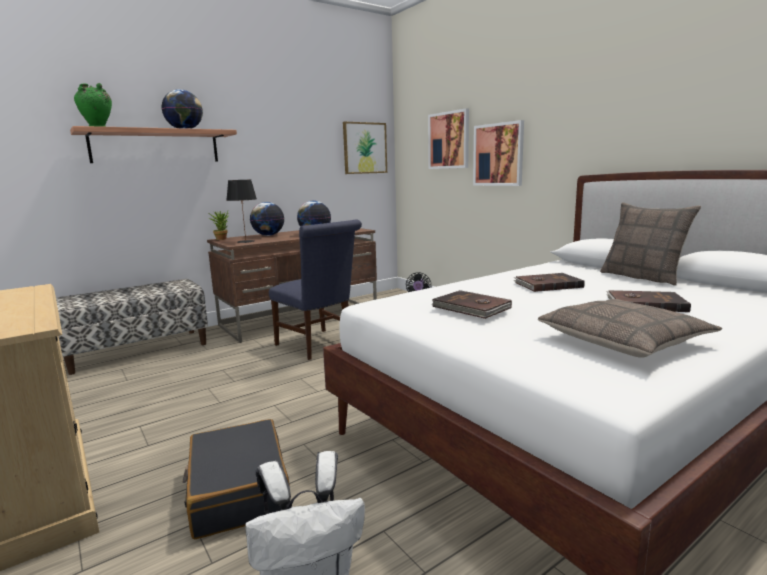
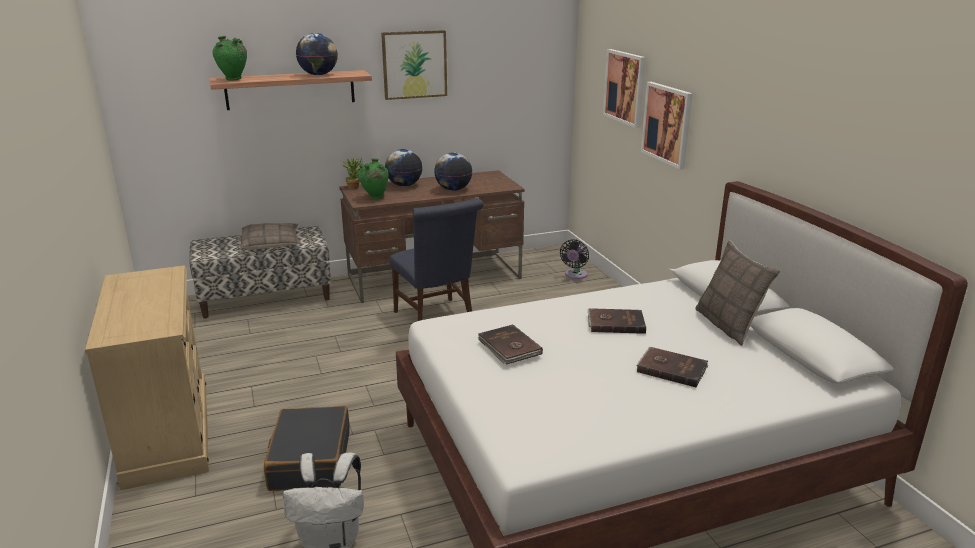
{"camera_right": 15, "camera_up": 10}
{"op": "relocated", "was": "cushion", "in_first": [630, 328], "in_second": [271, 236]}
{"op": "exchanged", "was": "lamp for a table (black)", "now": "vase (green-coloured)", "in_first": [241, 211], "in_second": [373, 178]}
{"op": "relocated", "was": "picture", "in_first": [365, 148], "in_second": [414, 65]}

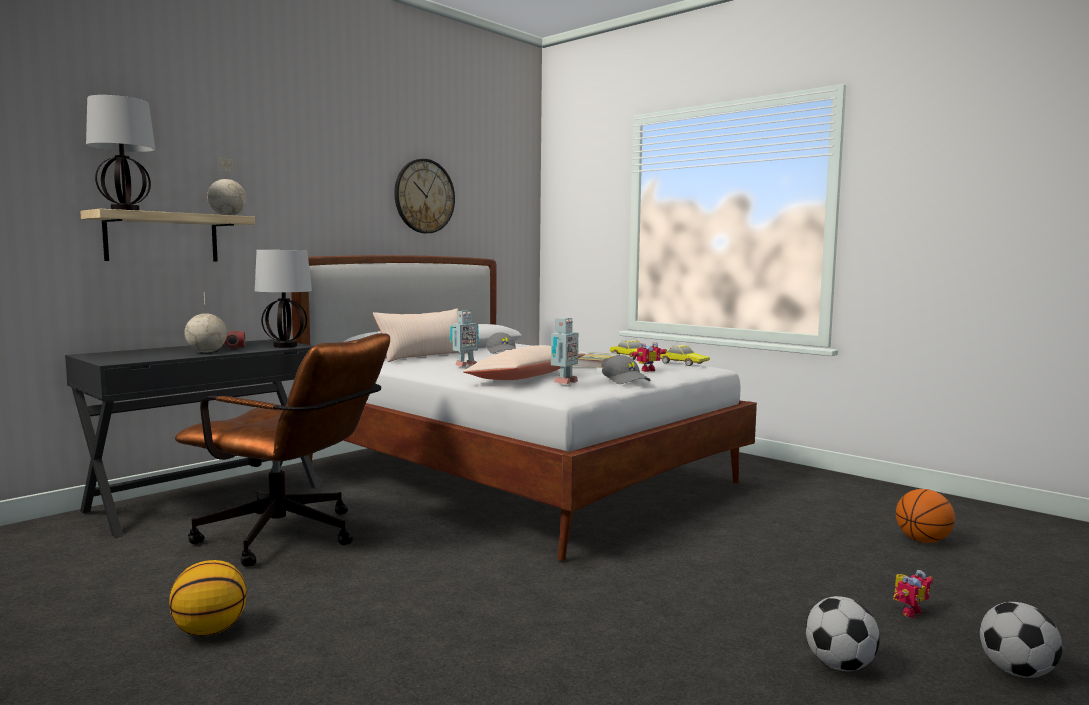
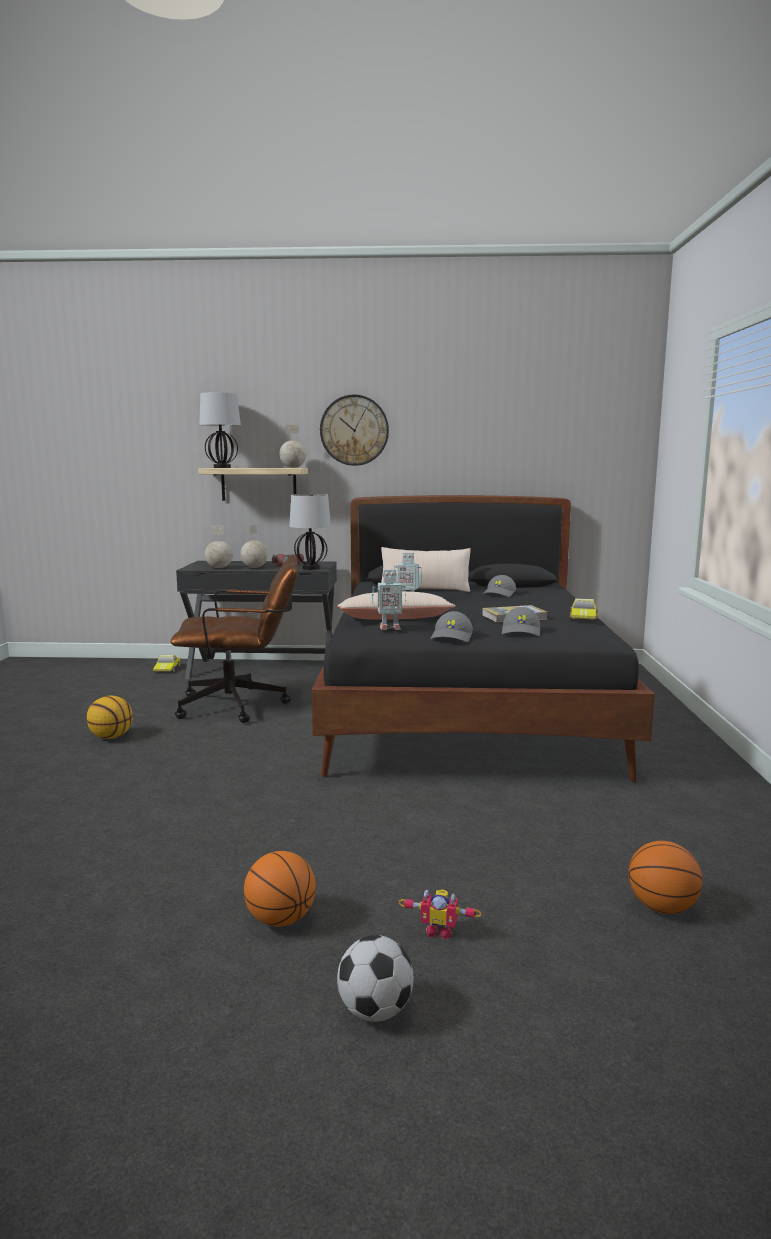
{"camera_right": 50, "camera_up": 5}
{"op": "relocated", "was": "toy car", "in_first": [685, 355], "in_second": [167, 663]}
{"op": "spun", "was": "office chair (brown)", "in_first": [282, 450], "in_second": [234, 639], "clockwise": -75}
{"op": "appeared", "now": "desk globe", "in_second": [219, 546]}
{"op": "exchanged", "was": "ball for football", "now": "basketball ball", "in_first": [843, 633], "in_second": [280, 889]}
{"op": "colour", "was": "bed (white-coloured)", "now": "bed (black)", "in_first": [524, 408], "in_second": [483, 638]}
{"op": "relocated", "was": "wall clock", "in_first": [424, 196], "in_second": [354, 430]}
{"op": "exchanged", "was": "robot figure", "now": "baseball cap (grey)", "in_first": [648, 357], "in_second": [521, 621]}

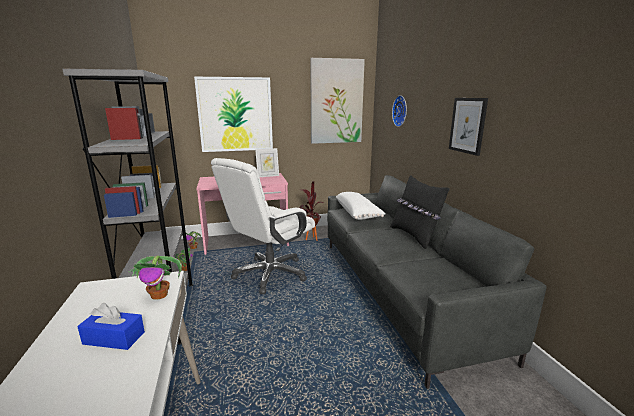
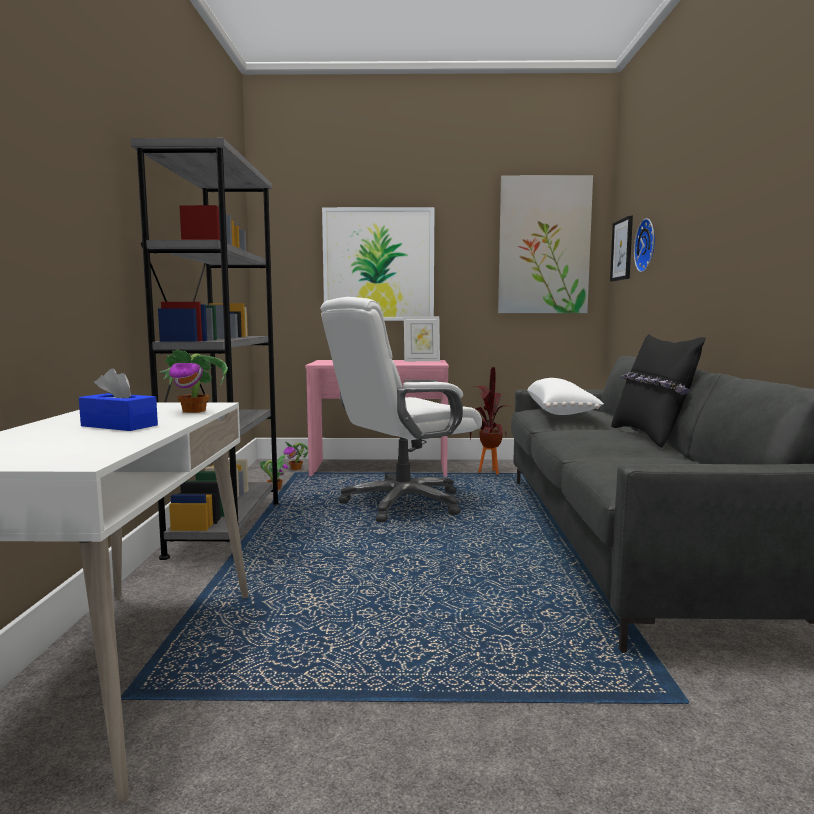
{"camera_right": 15, "camera_up": -10}
{"op": "relocated", "was": "picture", "in_first": [468, 127], "in_second": [621, 248]}

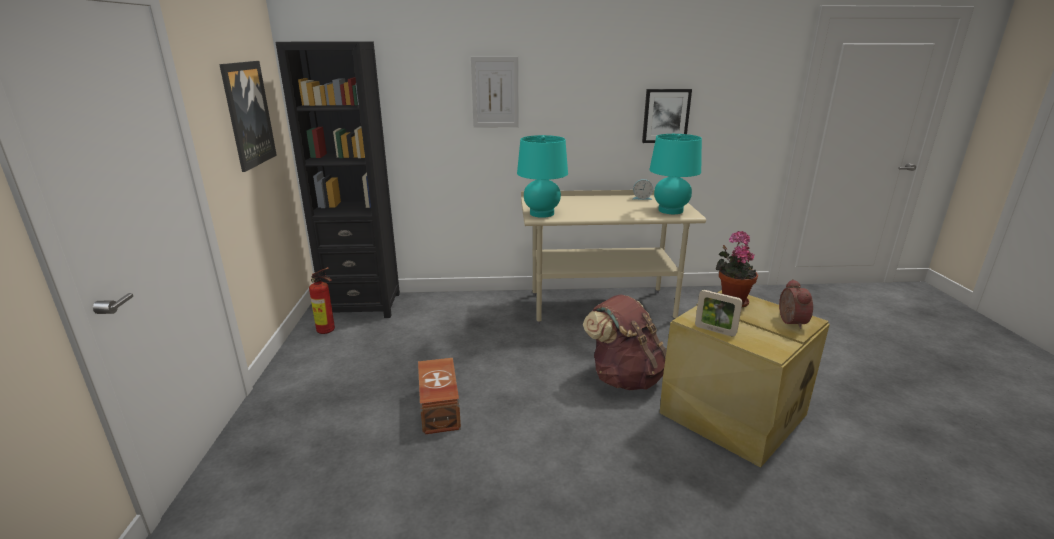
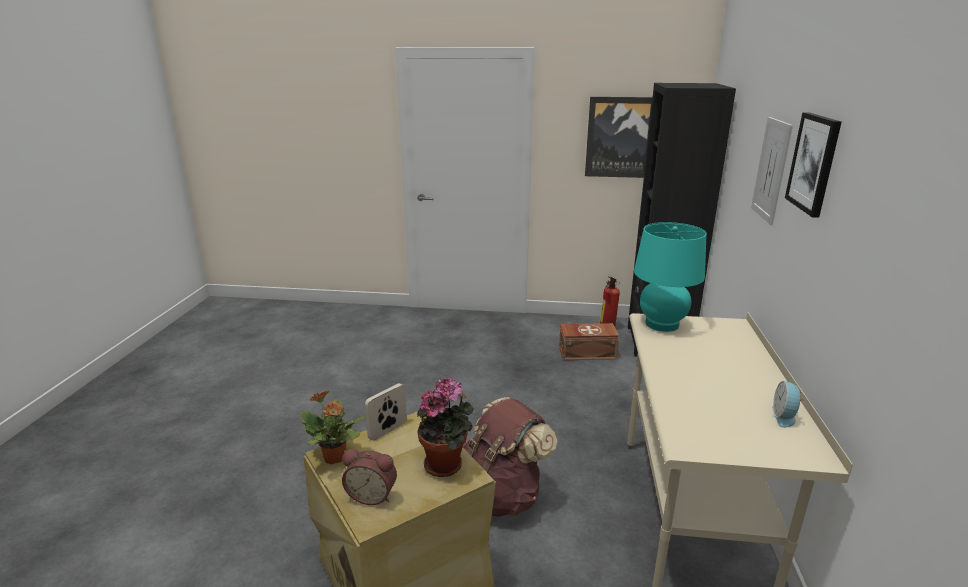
{"camera_right": 100, "camera_up": 0}
{"op": "appeared", "now": "houseplant", "in_second": [332, 427]}
{"op": "relocated", "was": "storage container (brown)", "in_first": [439, 396], "in_second": [589, 341]}
{"op": "relocated", "was": "picture", "in_first": [667, 116], "in_second": [813, 165]}
{"op": "missing", "was": "lamp for a table (blue-green)", "in_first": [675, 174]}

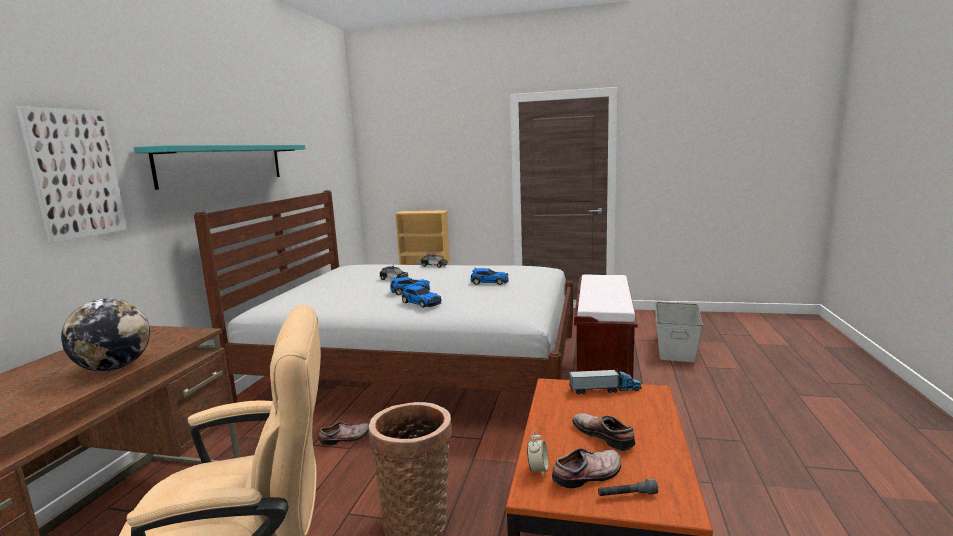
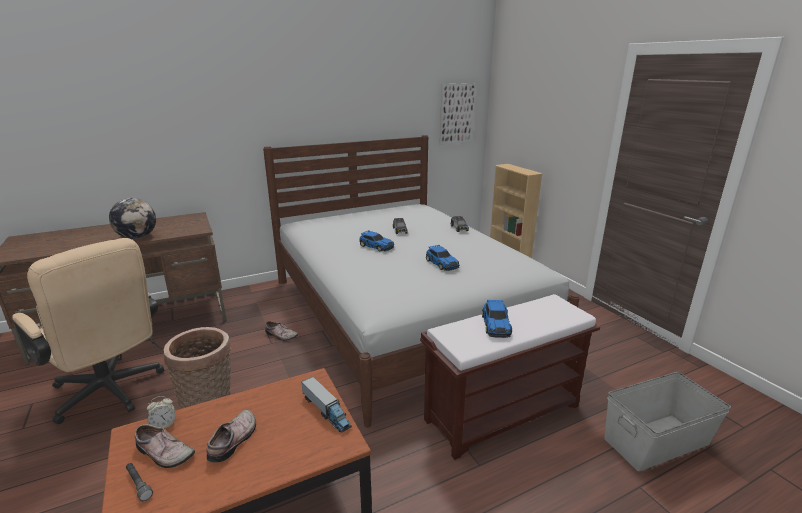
{"camera_right": 50, "camera_up": 10}
{"op": "relocated", "was": "picture", "in_first": [71, 174], "in_second": [458, 114]}
{"op": "relocated", "was": "toy car", "in_first": [422, 296], "in_second": [497, 319]}
{"op": "missing", "was": "wall shelf (blue-green)", "in_first": [219, 167]}

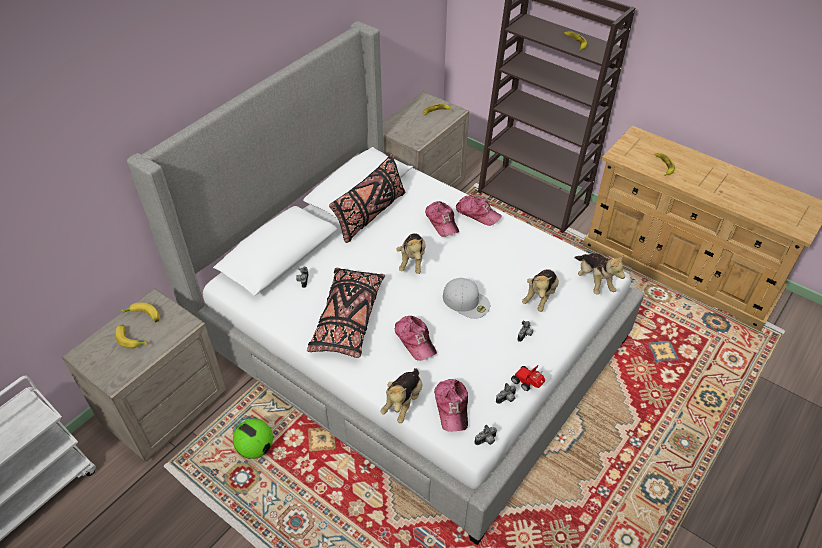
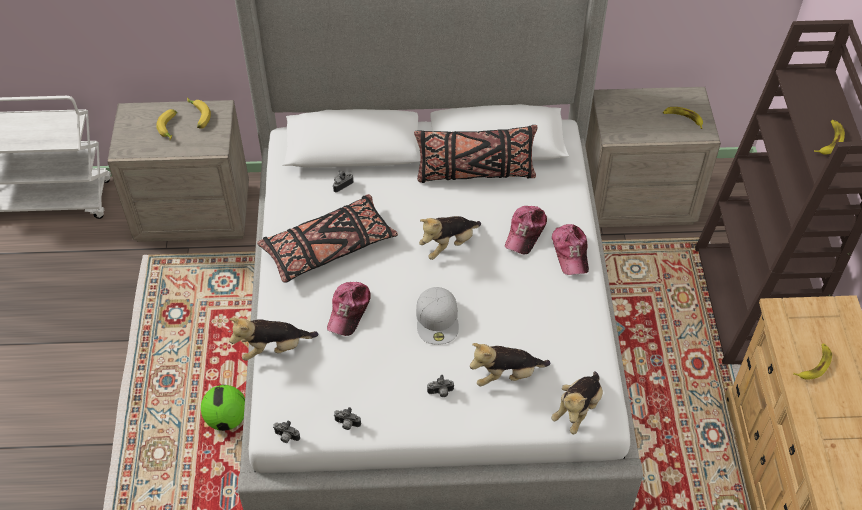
{"camera_right": 50, "camera_up": 5}
{"op": "relocated", "was": "ball for football", "in_first": [253, 439], "in_second": [223, 408]}
{"op": "missing", "was": "baseball cap", "in_first": [451, 405]}
{"op": "missing", "was": "toy car", "in_first": [528, 378]}

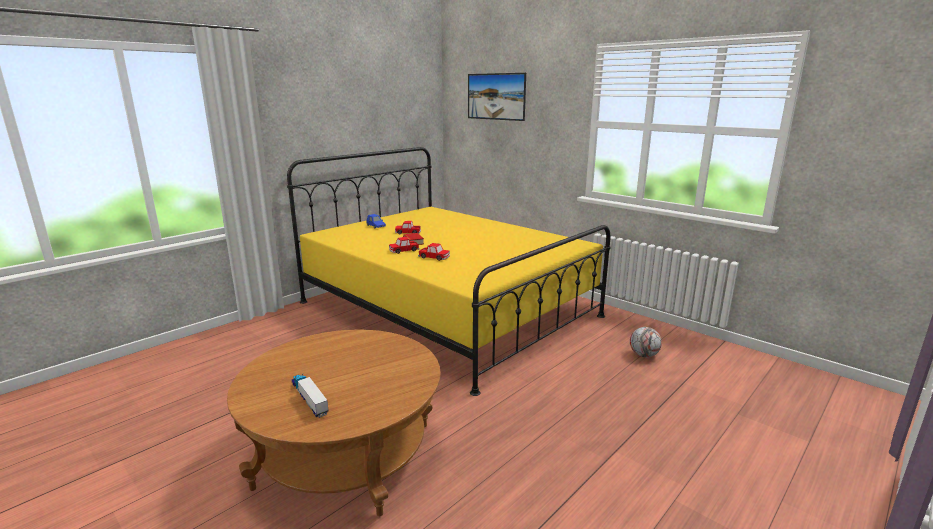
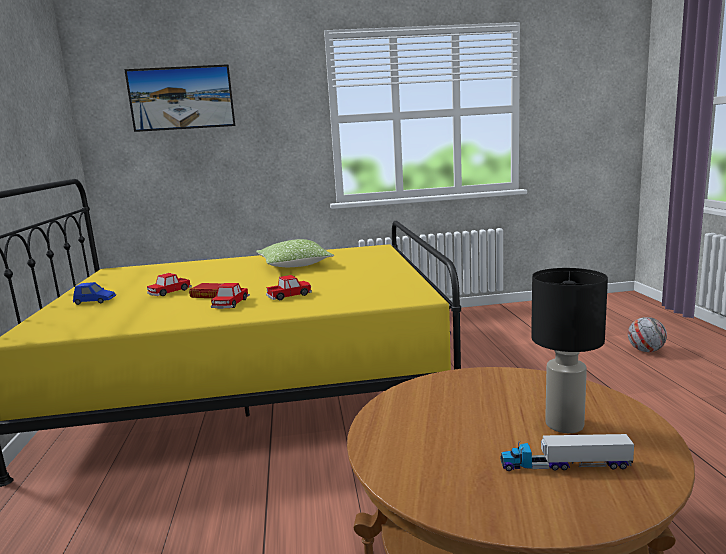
{"camera_right": -50, "camera_up": -5}
{"op": "appeared", "now": "cushion", "in_second": [295, 253]}
{"op": "appeared", "now": "lamp for a table (black)", "in_second": [569, 350]}
{"op": "relocated", "was": "ball for football", "in_first": [646, 342], "in_second": [647, 334]}

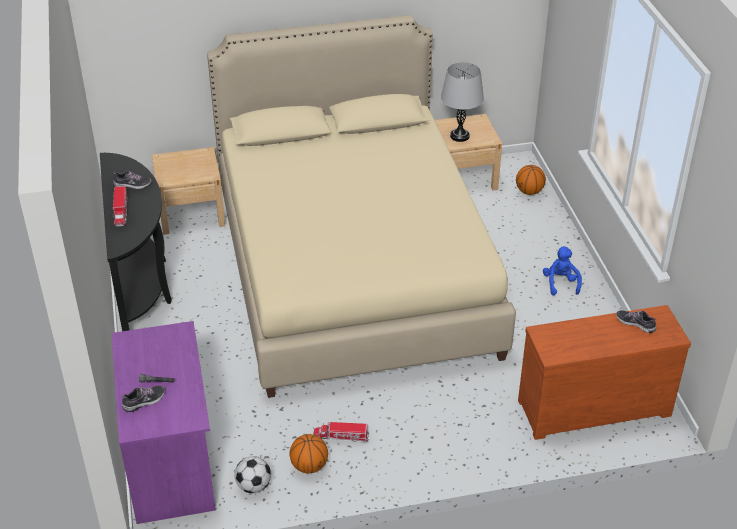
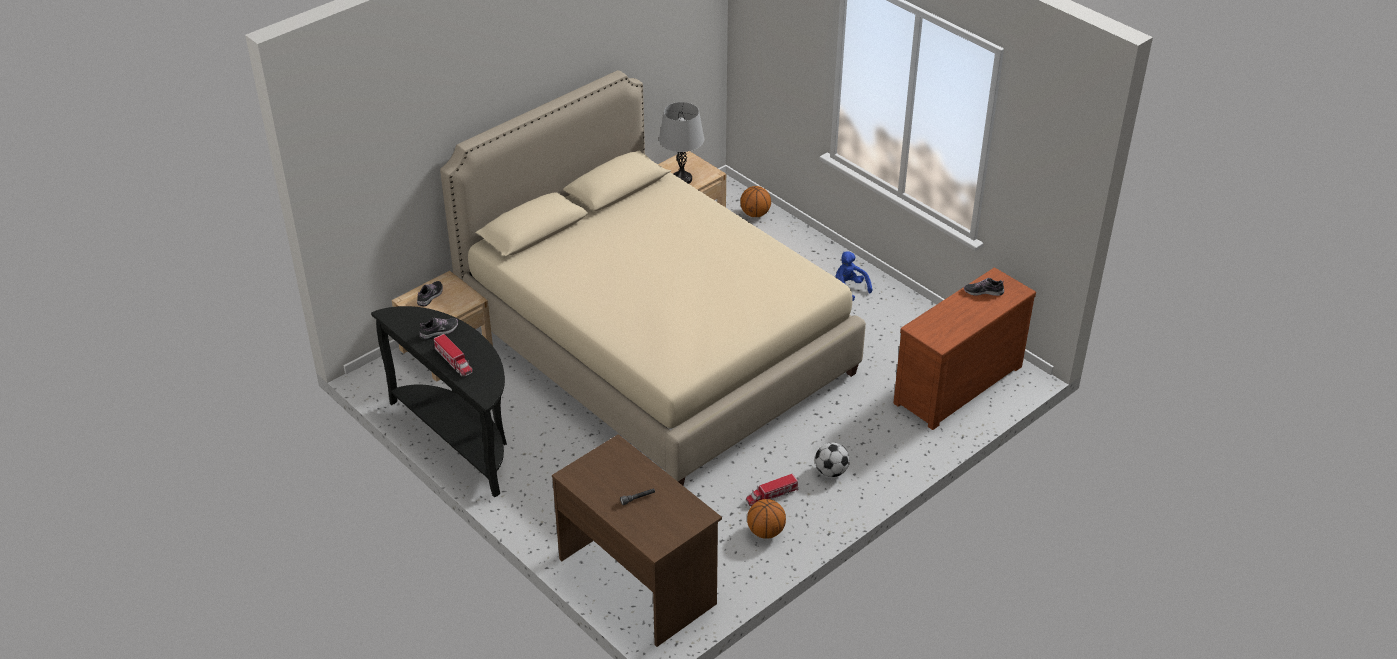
{"camera_right": -30, "camera_up": 0}
{"op": "relocated", "was": "low shoe", "in_first": [143, 399], "in_second": [430, 294]}
{"op": "colour", "was": "desk (purple-coloured)", "now": "desk (brown)", "in_first": [163, 422], "in_second": [637, 540]}
{"op": "relocated", "was": "ball for football", "in_first": [252, 474], "in_second": [832, 459]}

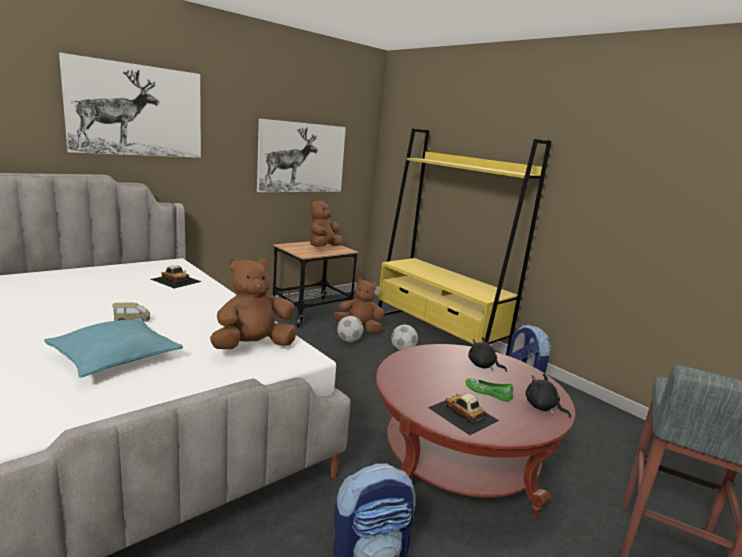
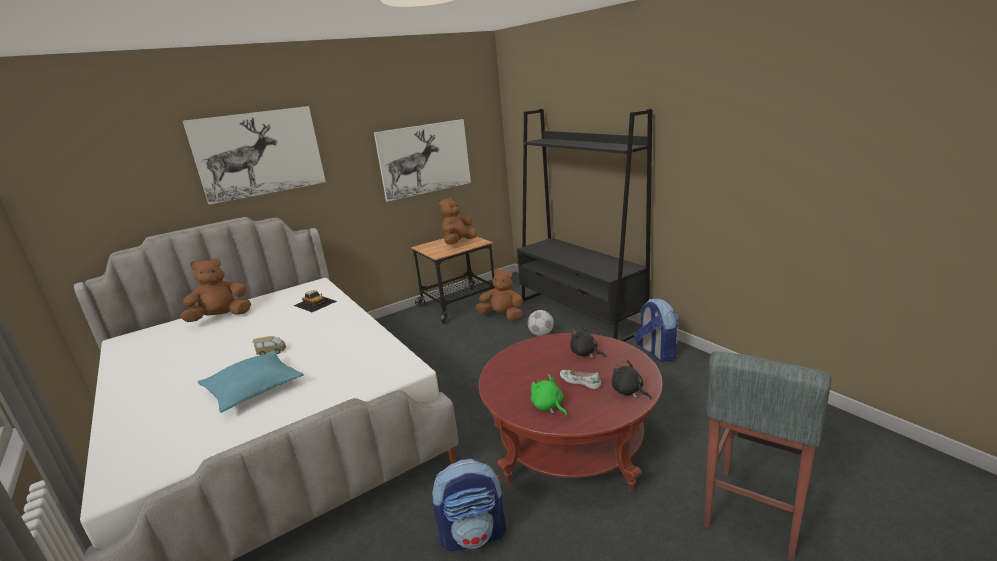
{"camera_right": 10, "camera_up": 5}
{"op": "relocated", "was": "soft toy (brown)", "in_first": [253, 303], "in_second": [215, 290]}
{"op": "colour", "was": "bookshelf (yellow)", "now": "bookshelf (black)", "in_first": [464, 241], "in_second": [585, 225]}
{"op": "exchanged", "was": "toy car", "now": "soft toy (green-coloured)", "in_first": [463, 414], "in_second": [549, 395]}
{"op": "colour", "was": "low shoe (green-coloured)", "now": "low shoe (white-coloured)", "in_first": [489, 389], "in_second": [580, 379]}
{"op": "missing", "was": "ball for football", "in_first": [350, 329]}

